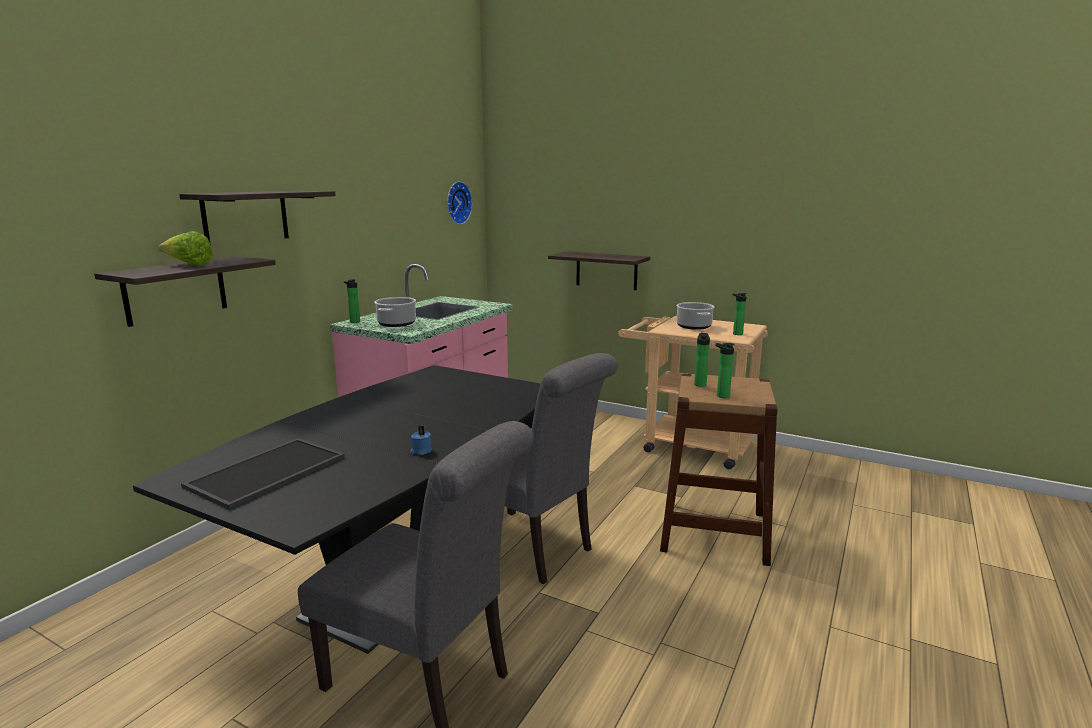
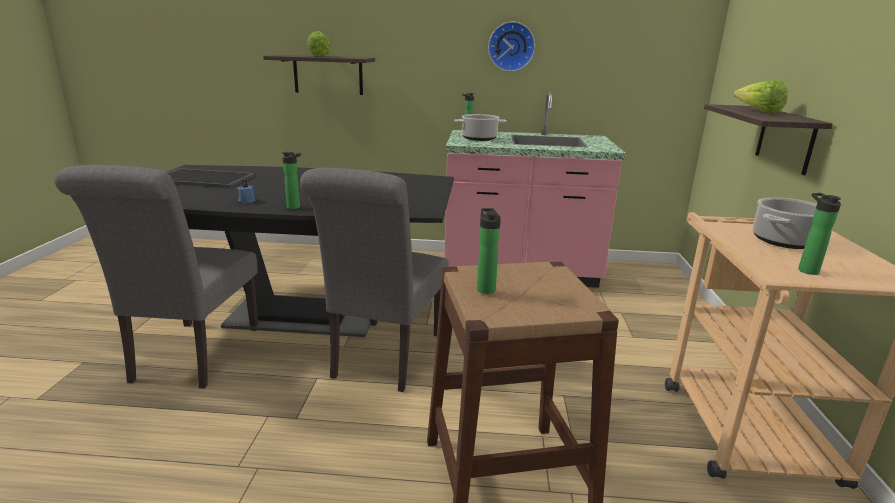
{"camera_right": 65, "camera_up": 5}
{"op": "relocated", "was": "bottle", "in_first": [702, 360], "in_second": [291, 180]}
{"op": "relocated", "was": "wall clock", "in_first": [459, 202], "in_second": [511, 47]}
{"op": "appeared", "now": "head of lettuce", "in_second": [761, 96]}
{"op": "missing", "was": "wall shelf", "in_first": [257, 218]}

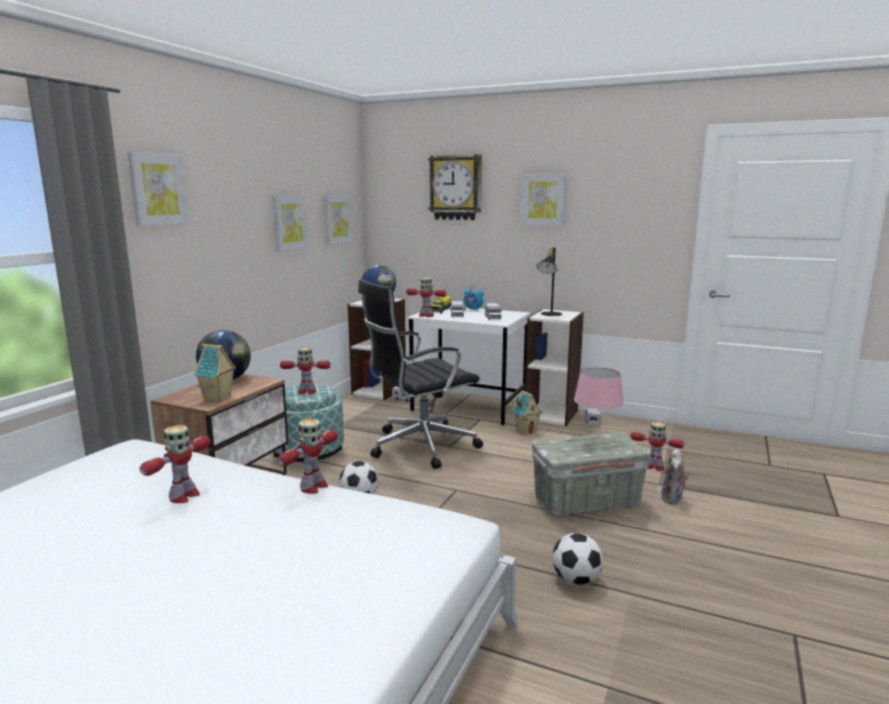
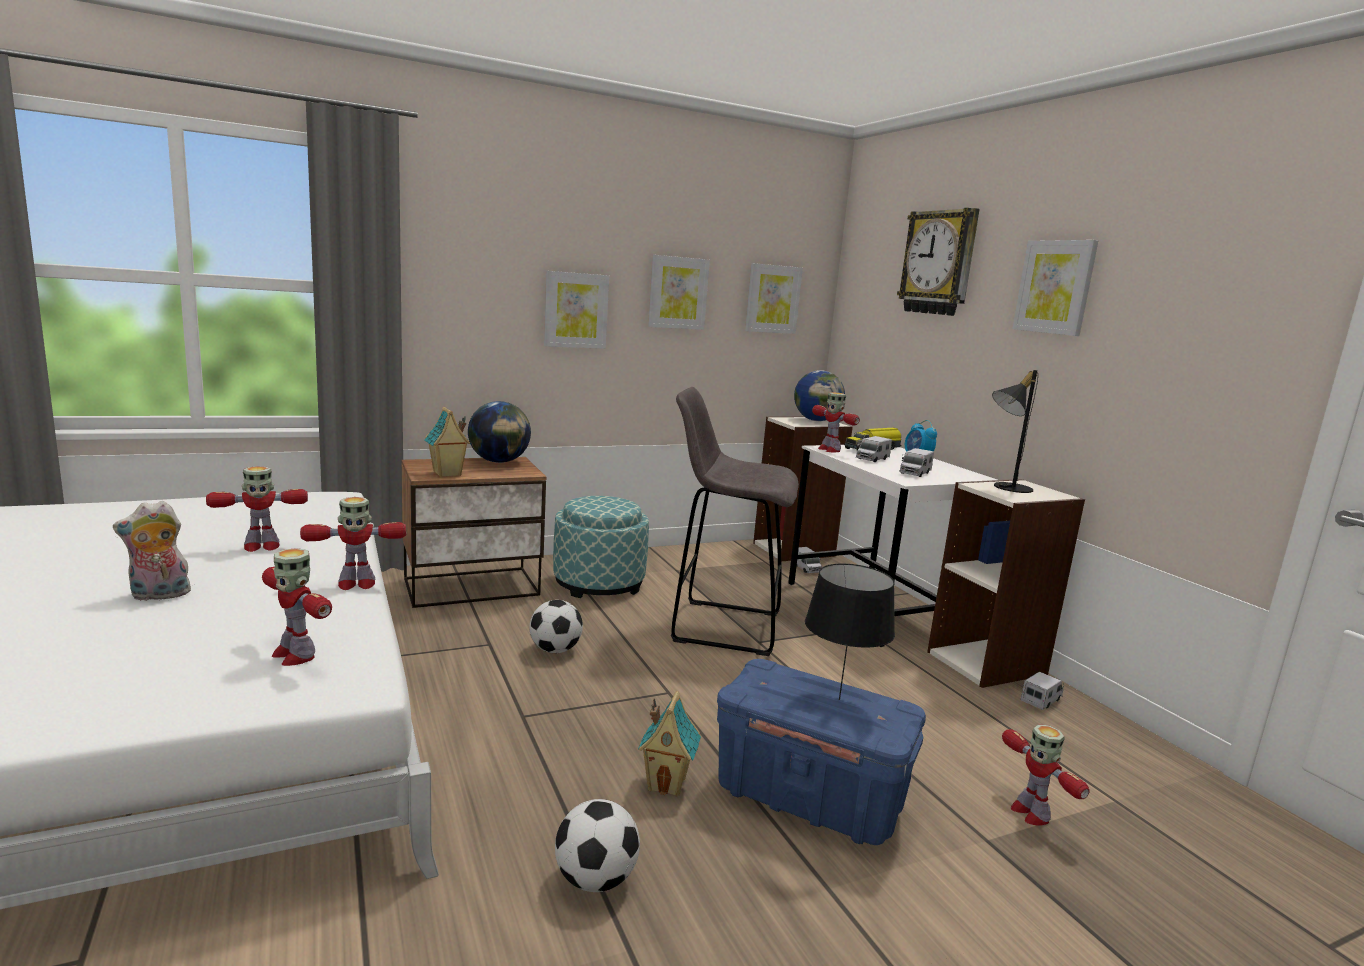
{"camera_right": 40, "camera_up": 0}
{"op": "relocated", "was": "soft toy", "in_first": [675, 476], "in_second": [152, 551]}
{"op": "relocated", "was": "robot figure", "in_first": [305, 370], "in_second": [297, 607]}
{"op": "relocated", "was": "picture", "in_first": [158, 188], "in_second": [576, 310]}
{"op": "relocated", "was": "toy house", "in_first": [527, 413], "in_second": [669, 744]}
{"op": "exchanged", "was": "office chair (black)", "now": "sitting stool (grey)", "in_first": [420, 374], "in_second": [735, 521]}
{"op": "colour", "was": "storage container (grey)", "now": "storage container (blue)", "in_first": [591, 474], "in_second": [821, 752]}
{"op": "colour", "was": "lamp for a table (pink-coloured)", "now": "lamp for a table (black)", "in_first": [599, 403], "in_second": [850, 632]}

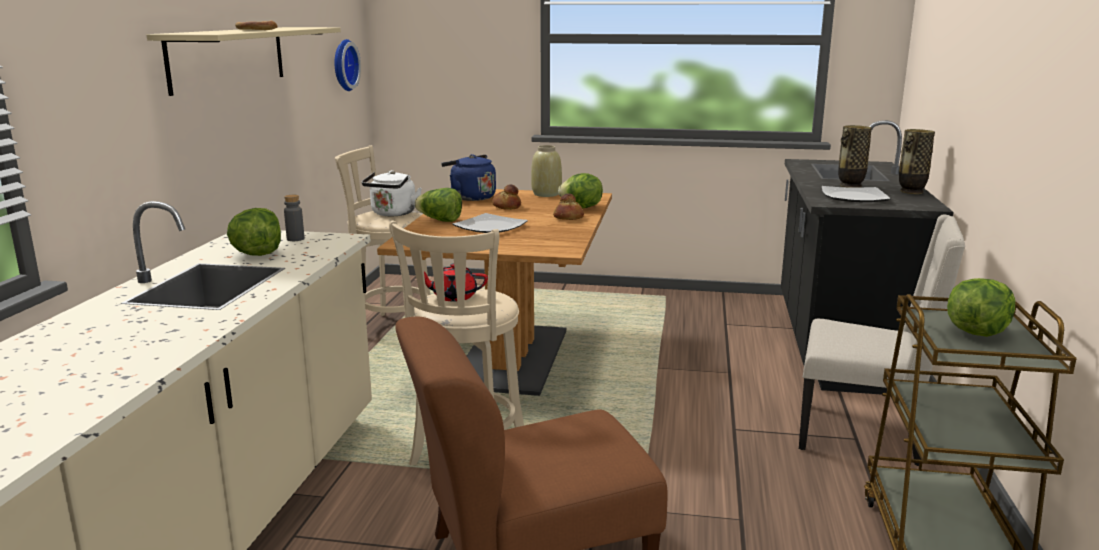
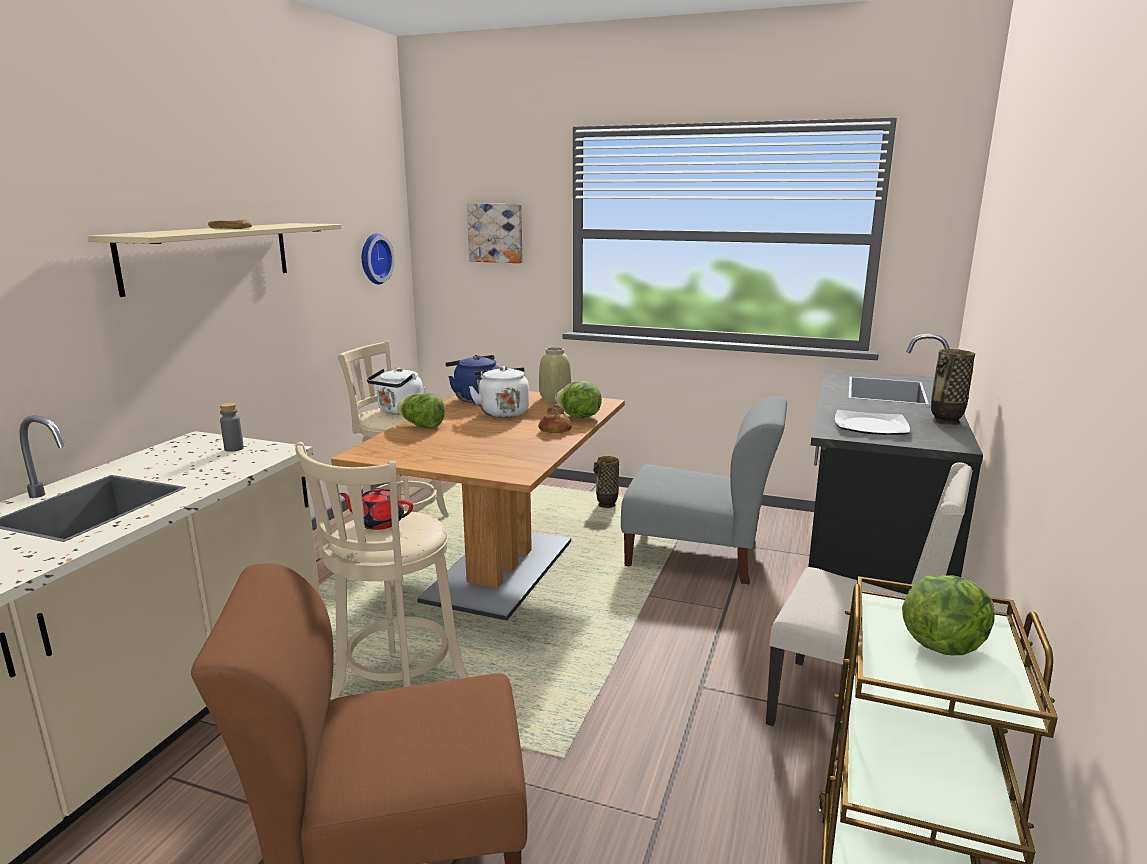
{"camera_right": 10, "camera_up": 0}
{"op": "appeared", "now": "picture", "in_second": [495, 233]}
{"op": "exchanged", "was": "baked bread", "now": "tea kettle (white-coloured)", "in_first": [506, 197], "in_second": [499, 392]}
{"op": "relocated", "was": "vase", "in_first": [855, 156], "in_second": [606, 482]}
{"op": "appeared", "now": "chair (grey)", "in_second": [704, 490]}
{"op": "missing", "was": "head of lettuce", "in_first": [254, 232]}
{"op": "missing", "was": "dinner plate", "in_first": [490, 223]}

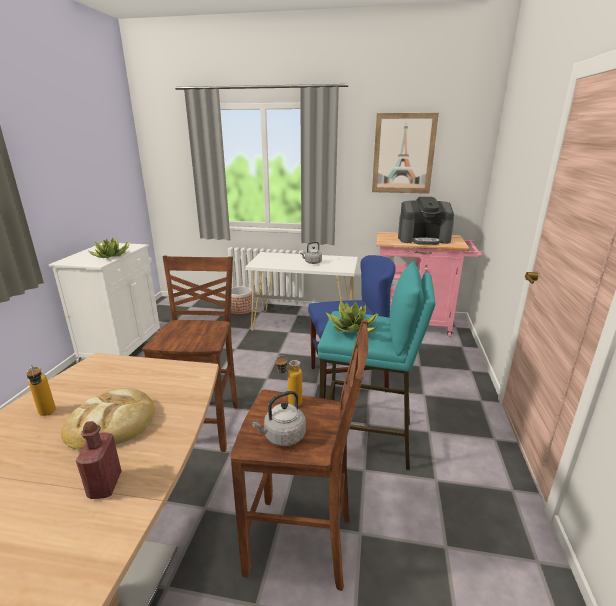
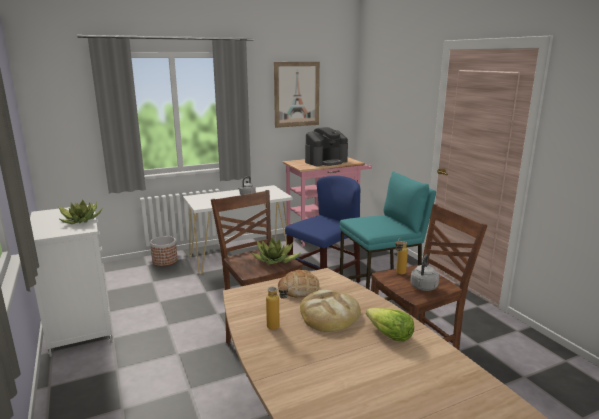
{"camera_right": -35, "camera_up": -5}
{"op": "relocated", "was": "houseplant", "in_first": [352, 316], "in_second": [276, 251]}
{"op": "appeared", "now": "baked bread", "in_second": [298, 283]}
{"op": "exchanged", "was": "bottle (reddish)", "now": "head of lettuce", "in_first": [99, 460], "in_second": [390, 325]}

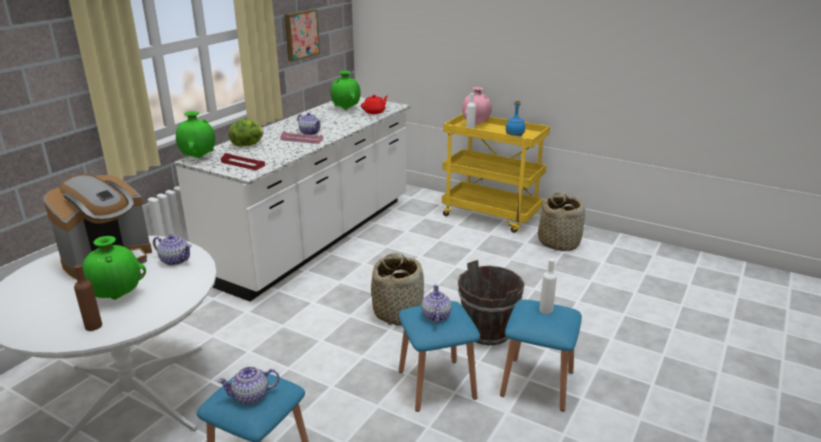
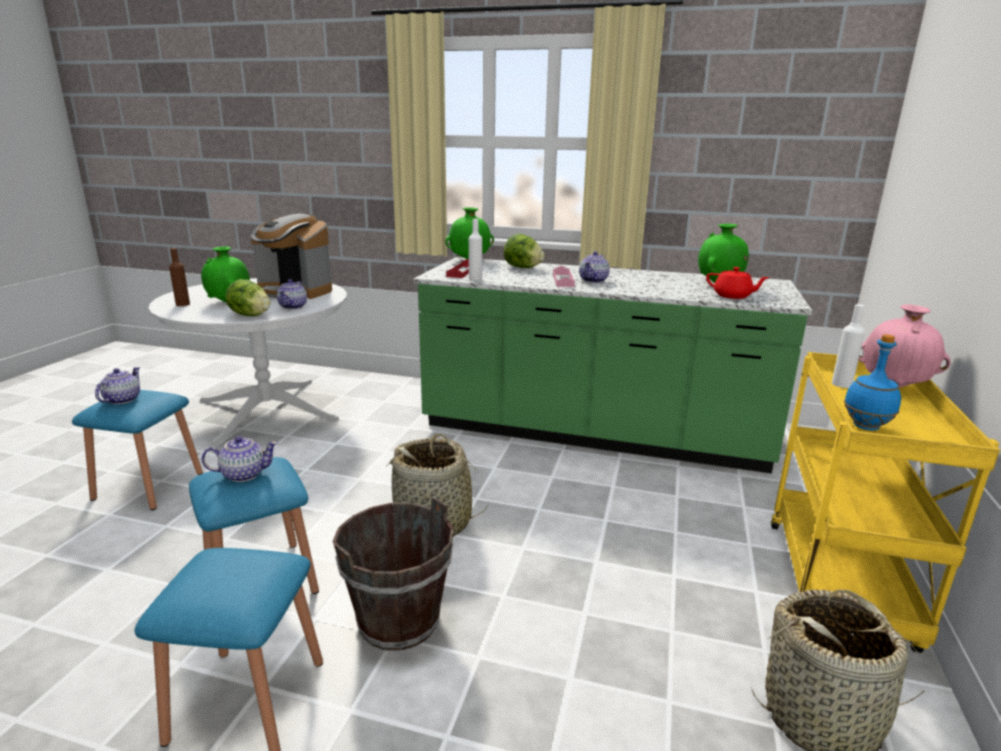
{"camera_right": 75, "camera_up": -5}
{"op": "spun", "was": "pot for tea", "in_first": [248, 385], "in_second": [117, 385], "clockwise": 45}
{"op": "appeared", "now": "head of lettuce", "in_second": [248, 297]}
{"op": "colour", "was": "kitchen base unit (white-coloured)", "now": "kitchen base unit (green-coloured)", "in_first": [292, 199], "in_second": [613, 365]}
{"op": "relocated", "was": "bottle (white-coloured)", "in_first": [548, 286], "in_second": [475, 249]}
{"op": "missing", "was": "picture", "in_first": [302, 35]}

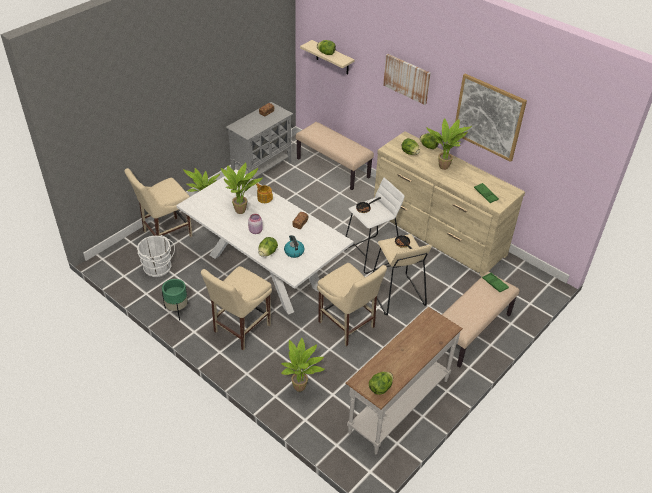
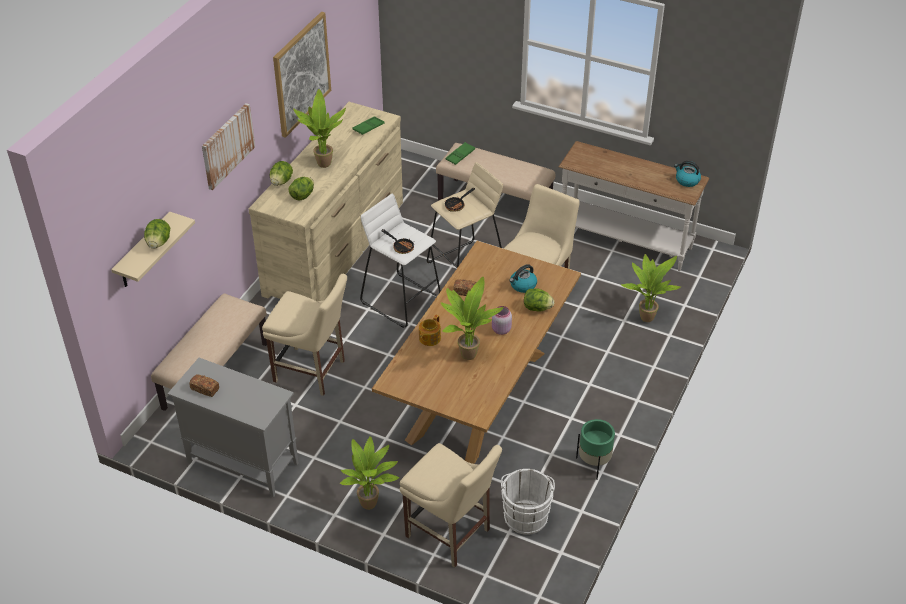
{"camera_right": -105, "camera_up": 0}
{"op": "relocated", "was": "chair (sand-coloured)", "in_first": [236, 308], "in_second": [304, 335]}
{"op": "colour", "was": "dinner table (white-coloured)", "now": "dinner table (brown)", "in_first": [265, 242], "in_second": [476, 352]}
{"op": "exchanged", "was": "head of lettuce", "now": "tea kettle", "in_first": [381, 383], "in_second": [687, 174]}

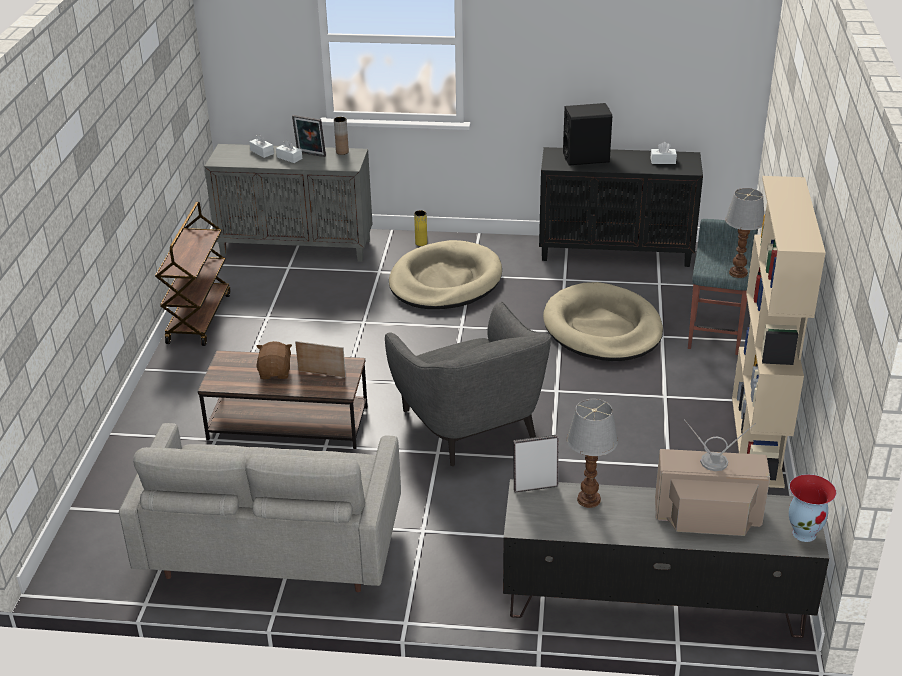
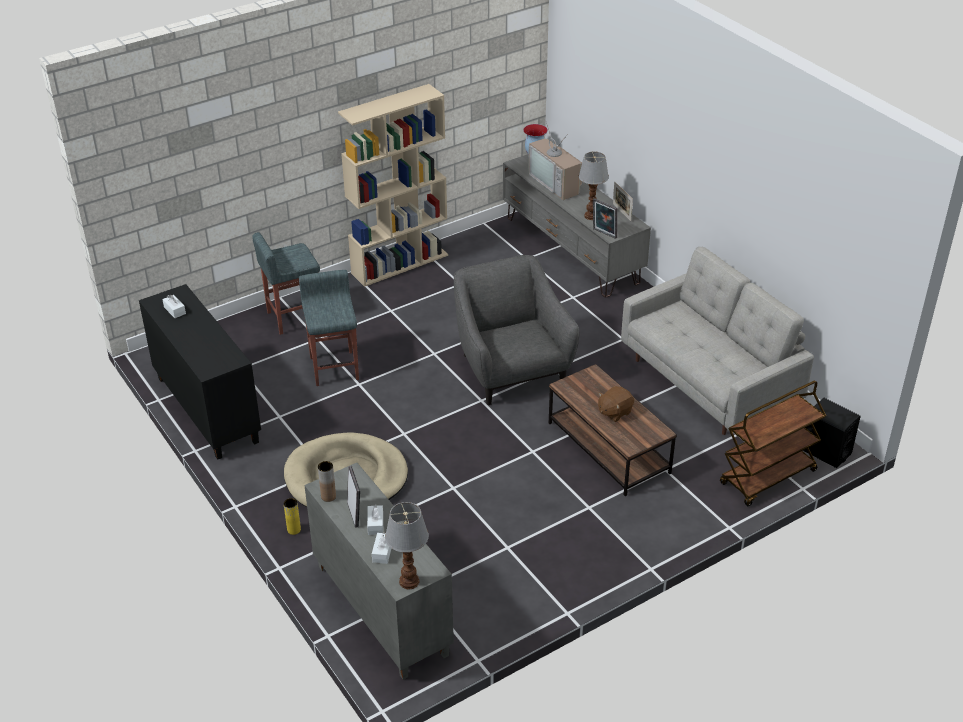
{"camera_right": -130, "camera_up": 5}
{"op": "exchanged", "was": "pet bed (sand-coloured)", "now": "sitting stool (grey)", "in_first": [603, 321], "in_second": [329, 328]}
{"op": "relocated", "was": "lamp for a table", "in_first": [744, 233], "in_second": [407, 545]}
{"op": "spun", "was": "armchair (grey)", "in_first": [468, 384], "in_second": [516, 330], "clockwise": -45}
{"op": "relocated", "was": "photo frame", "in_first": [320, 359], "in_second": [623, 201]}
{"op": "relocated", "was": "wheeled cart (brown)", "in_first": [192, 274], "in_second": [773, 443]}
{"op": "relocated", "was": "speaker (black)", "in_first": [587, 134], "in_second": [832, 433]}

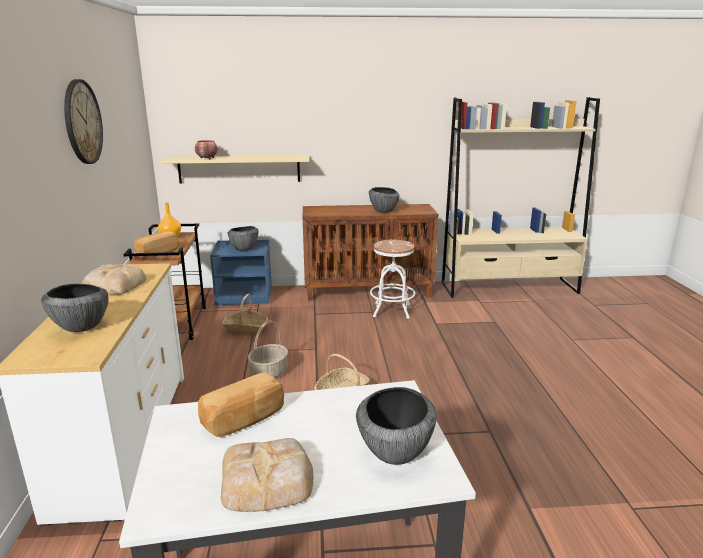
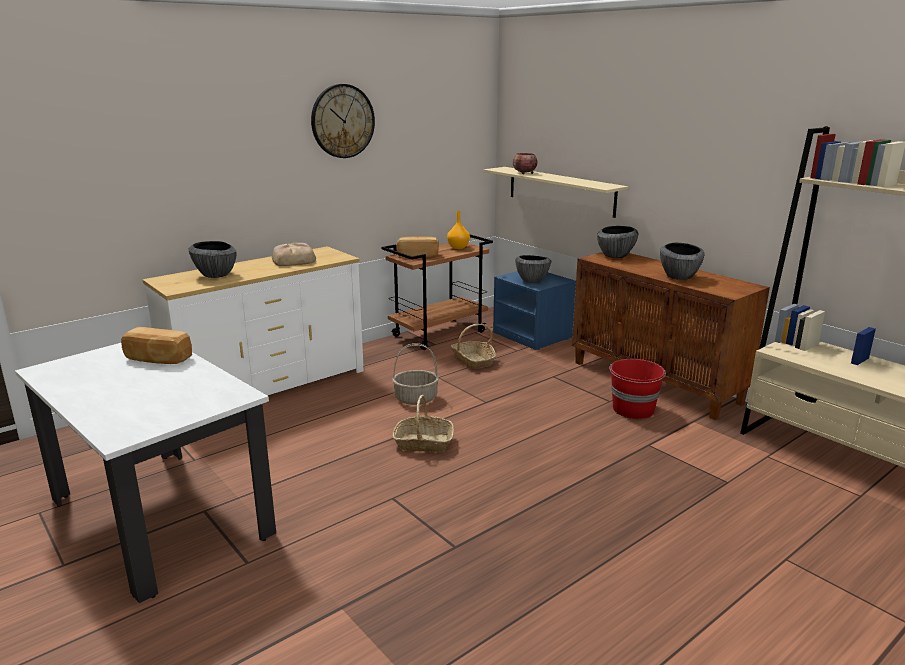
{"camera_right": 55, "camera_up": 0}
{"op": "relocated", "was": "serving bowl", "in_first": [396, 426], "in_second": [618, 242]}
{"op": "exchanged", "was": "sitting stool (white-coloured)", "now": "water bucket (reddish)", "in_first": [392, 279], "in_second": [637, 389]}
{"op": "missing", "was": "baked bread", "in_first": [267, 475]}

